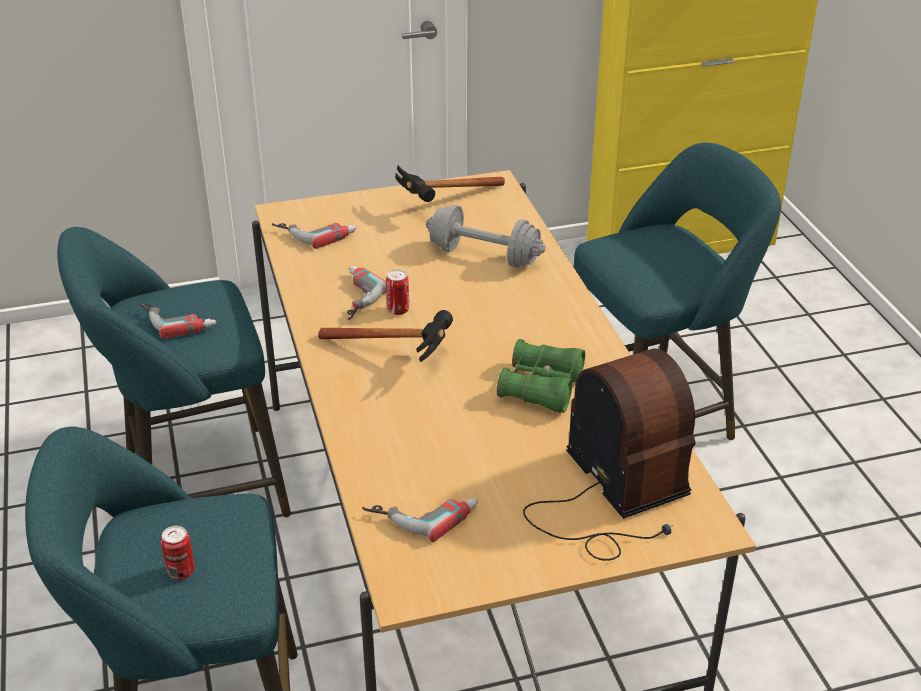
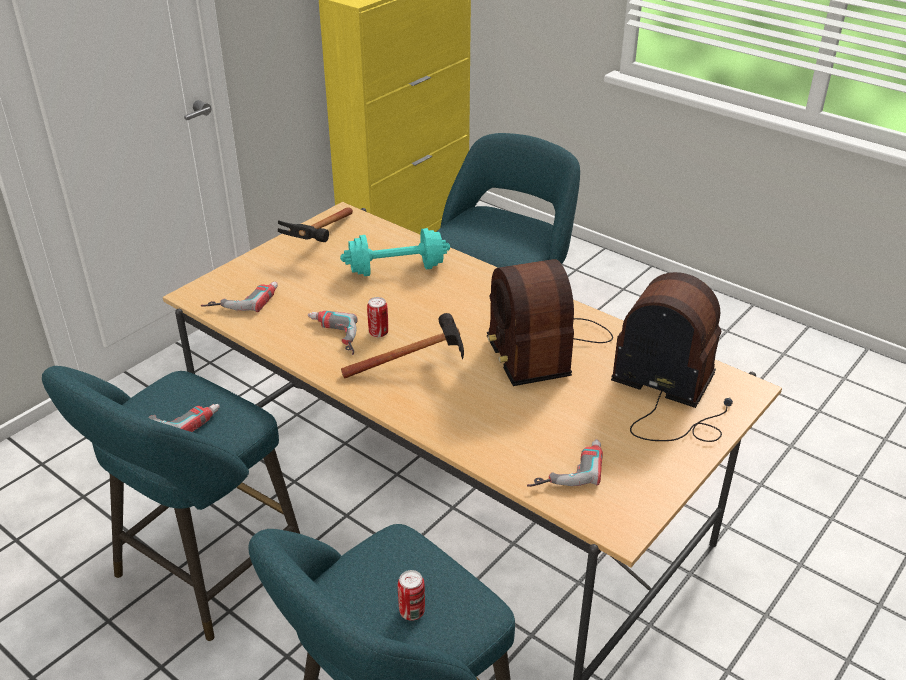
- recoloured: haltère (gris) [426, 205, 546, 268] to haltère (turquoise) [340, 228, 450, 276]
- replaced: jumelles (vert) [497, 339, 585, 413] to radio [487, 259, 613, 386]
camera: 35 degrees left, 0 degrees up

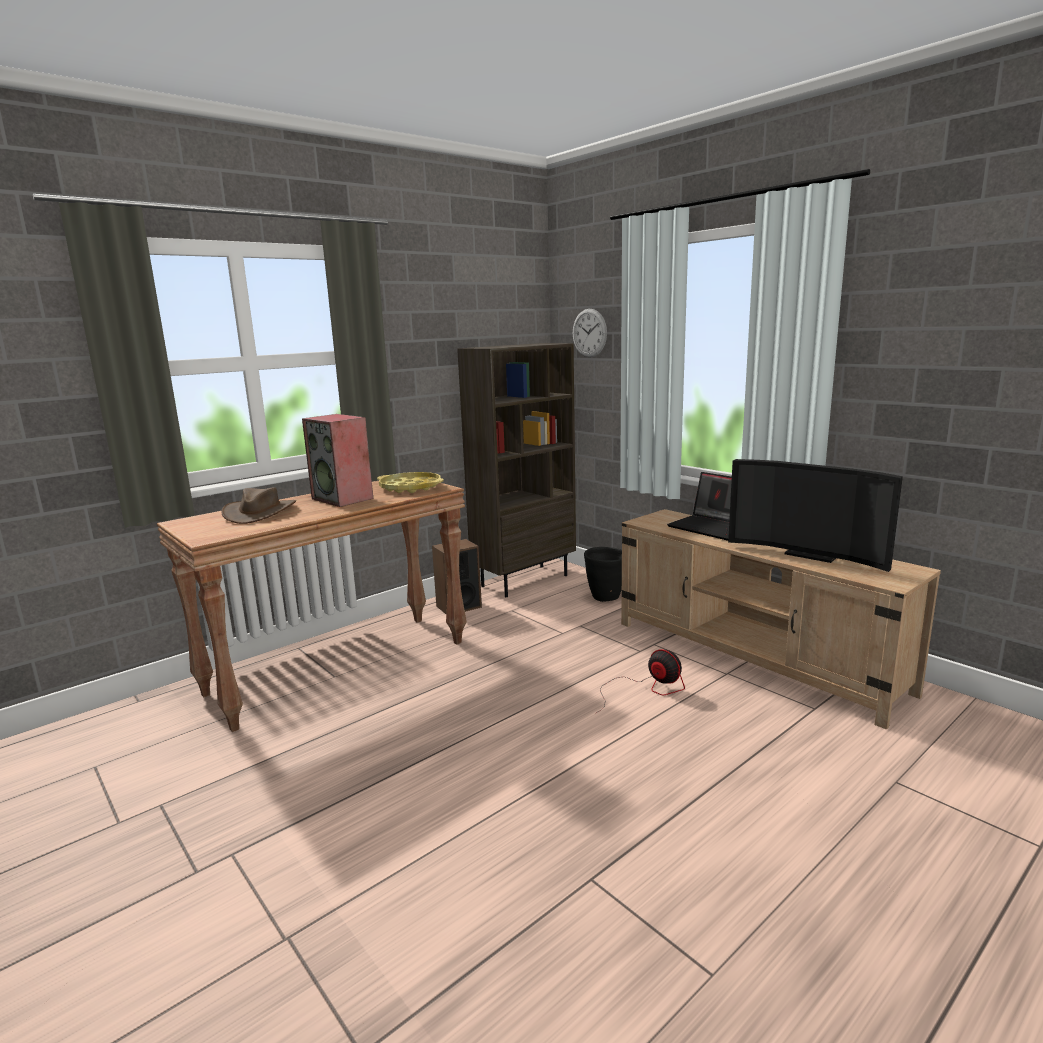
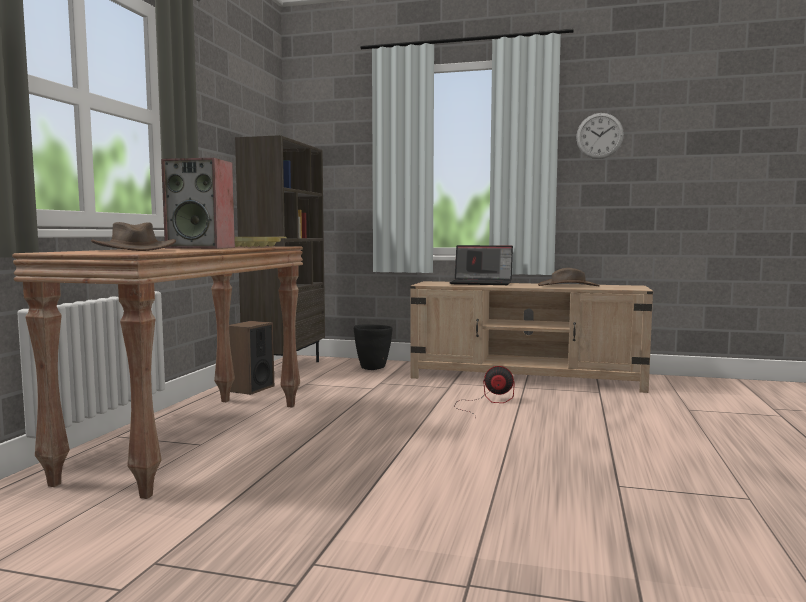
- moved: horloge murale [573, 309, 607, 357] to [576, 113, 624, 159]
- replaced: téléviseur [728, 459, 903, 572] to chapeau (marron) [538, 268, 600, 286]
camera: 35 degrees left, 10 degrees down

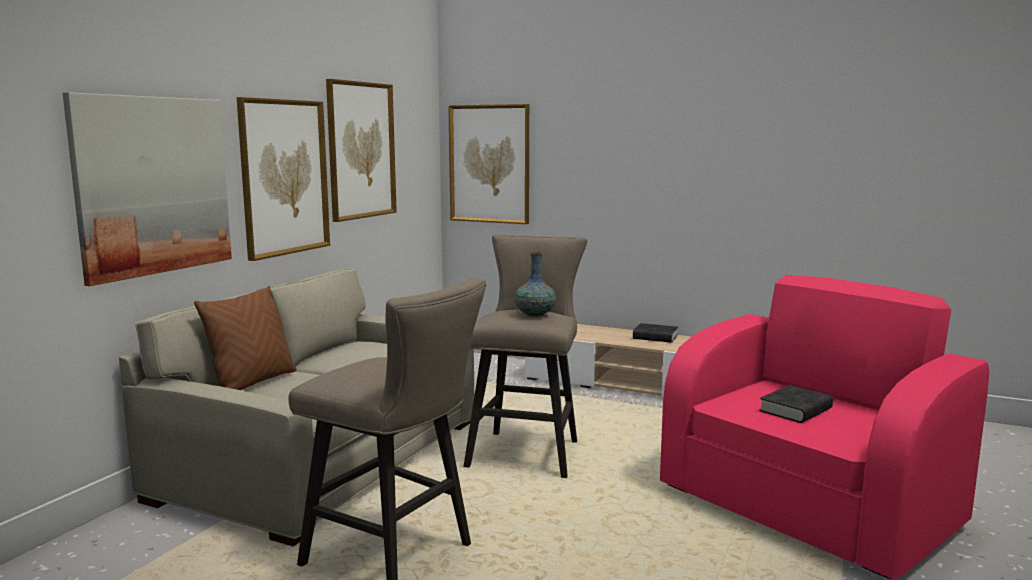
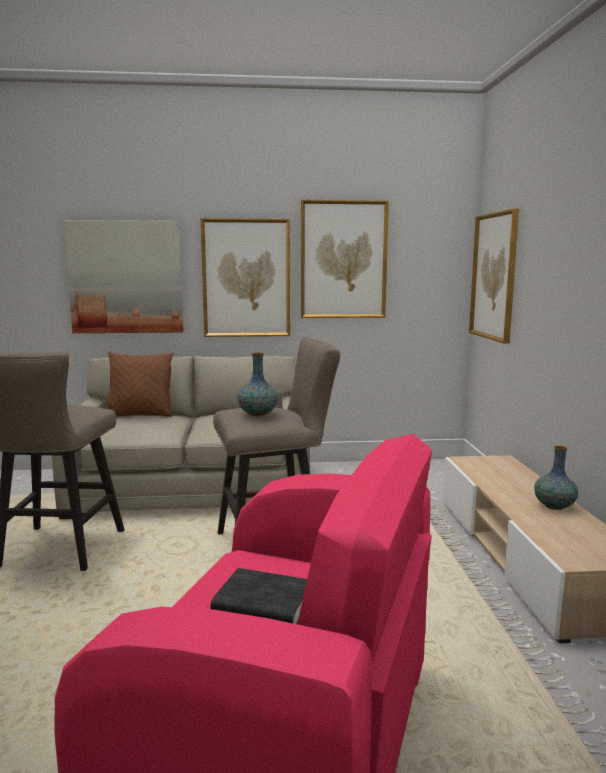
- replaced: livre (noir) [633, 323, 678, 343] to vase [534, 446, 578, 510]
camera: 60 degrees right, 0 degrees up

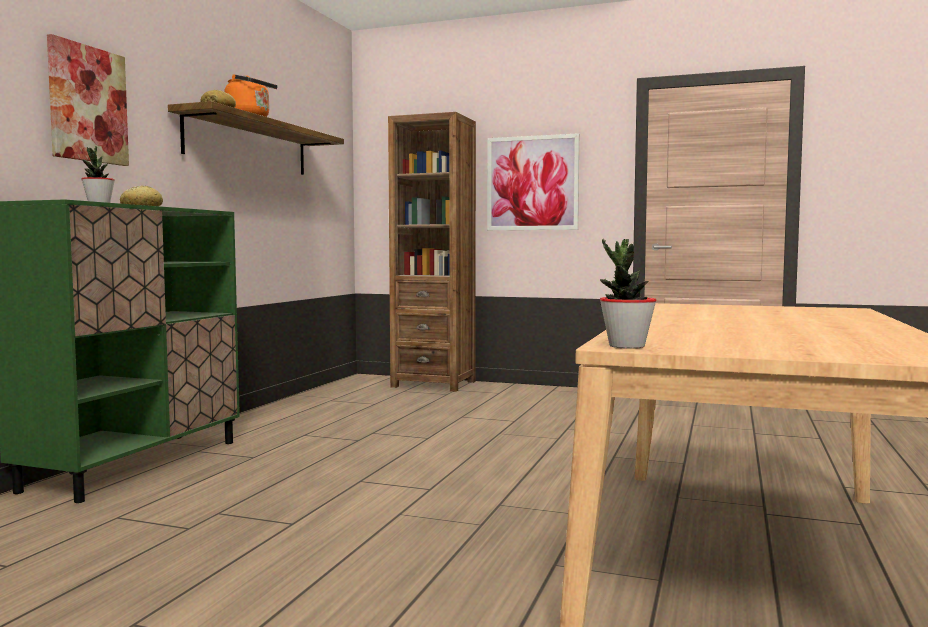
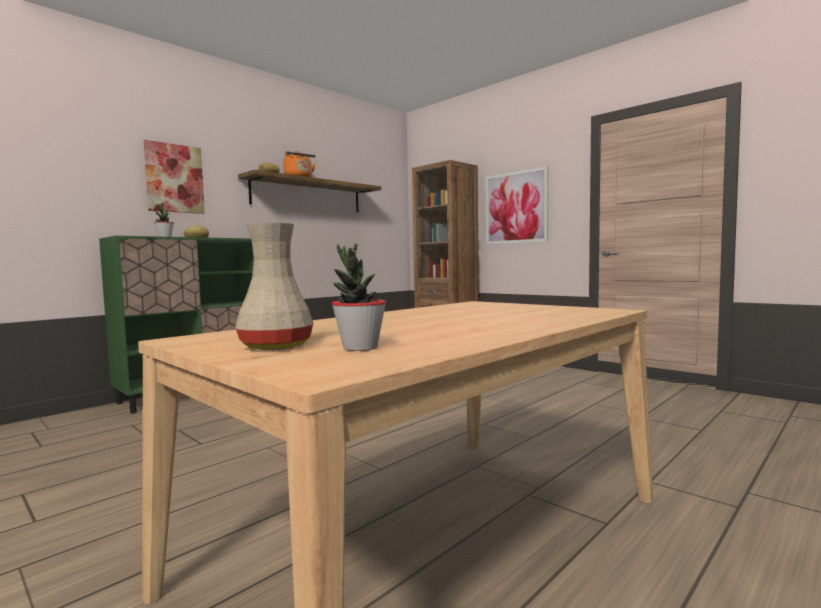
- moved: plante en pot [600, 239, 656, 349] to [332, 243, 386, 351]
- added: vase (beige) [235, 223, 313, 350]
camera: 25 degrees right, 0 degrees up

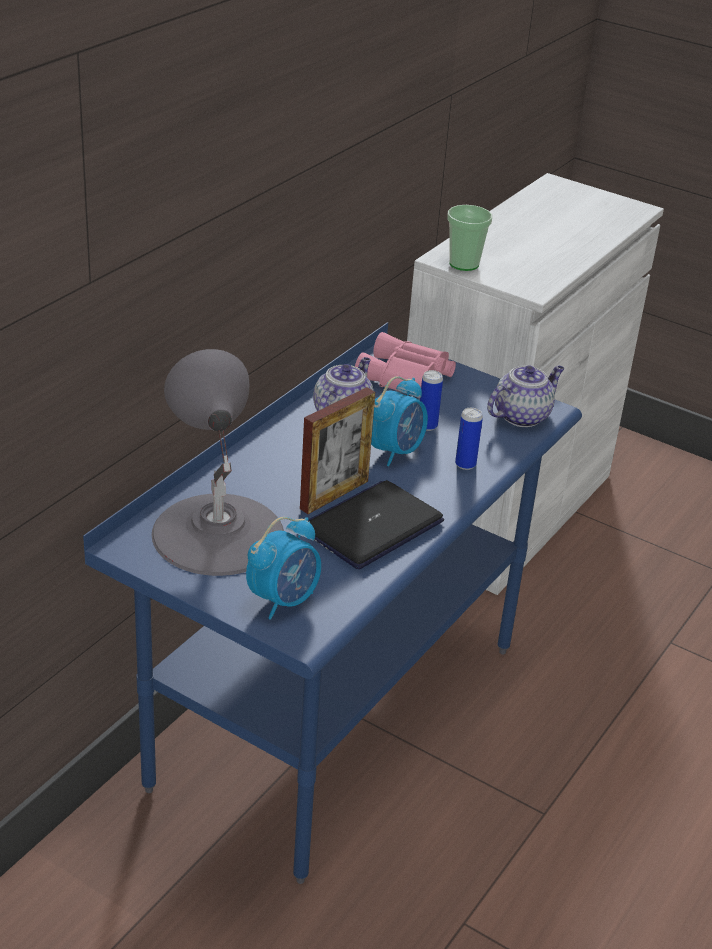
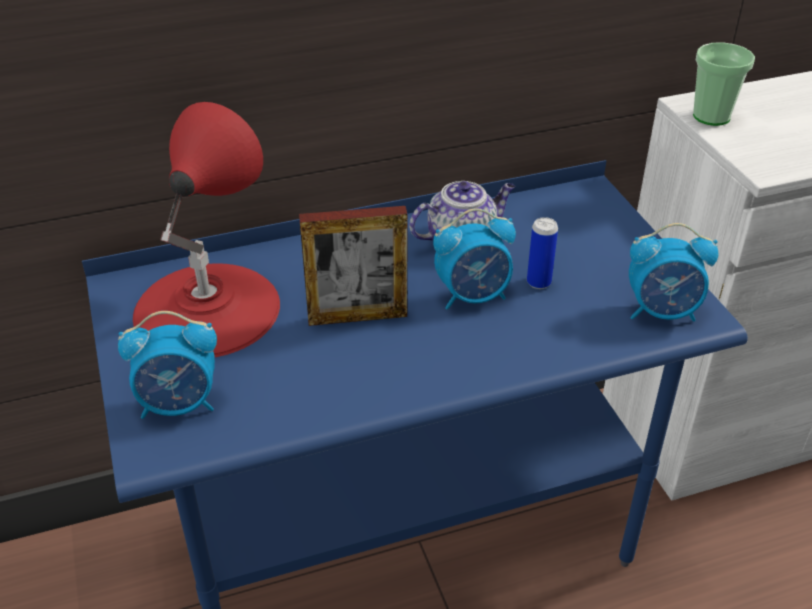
- recoloured: lampe de table (gris) [152, 349, 284, 576] to lampe de table (rouge) [133, 102, 280, 357]
- removed: ordinateur portable [308, 480, 444, 569]
- removed: jumelles (rose) [355, 332, 456, 398]
- removed: boîte métallique [455, 408, 483, 470]
- replaced: théière [487, 365, 565, 427] to réveil [629, 223, 718, 322]
camera: 40 degrees right, 5 degrees up

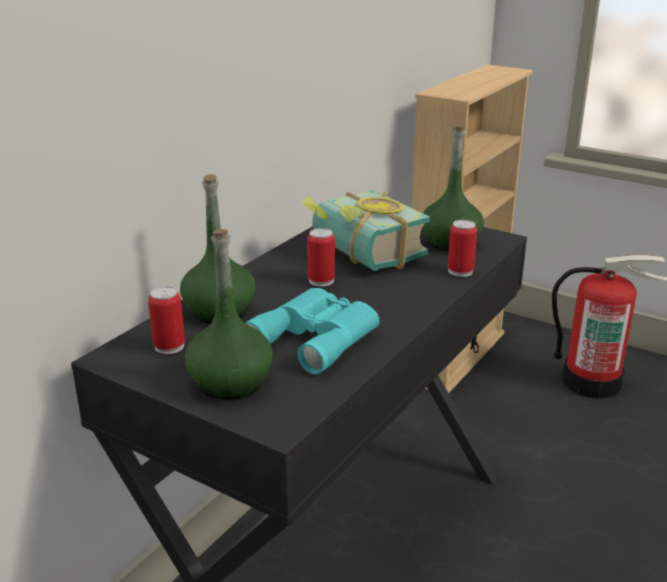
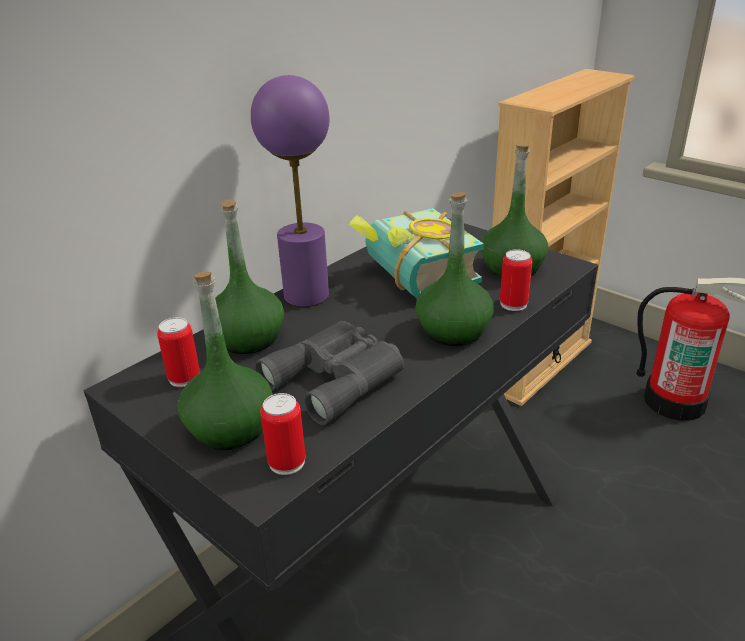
- recoloured: jumelles (turquoise) [245, 288, 380, 375] to jumelles (gris) [254, 321, 404, 425]
- moved: boîte métallique [307, 228, 335, 287] to [260, 393, 306, 475]
- added: lampe de table (violet) [251, 75, 330, 307]
- added: bouteille (vert) [415, 192, 494, 346]
camera: 10 degrees right, 5 degrees up

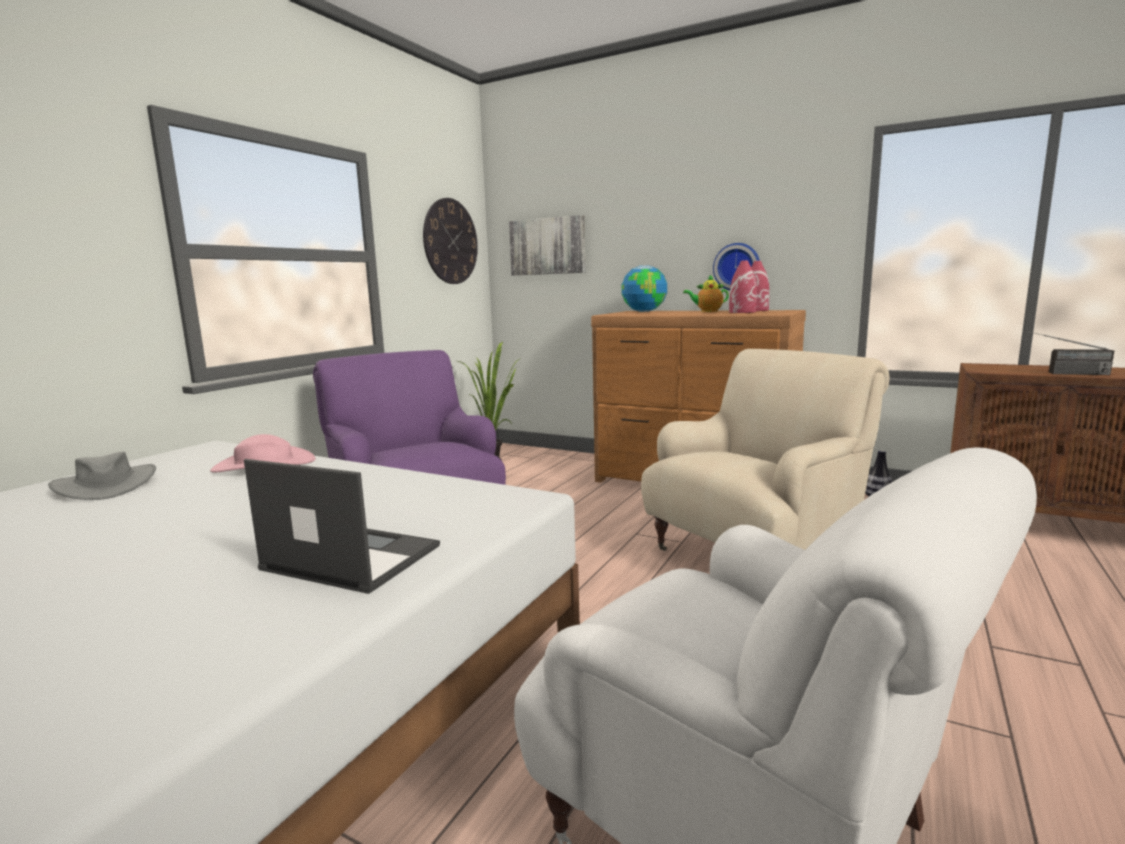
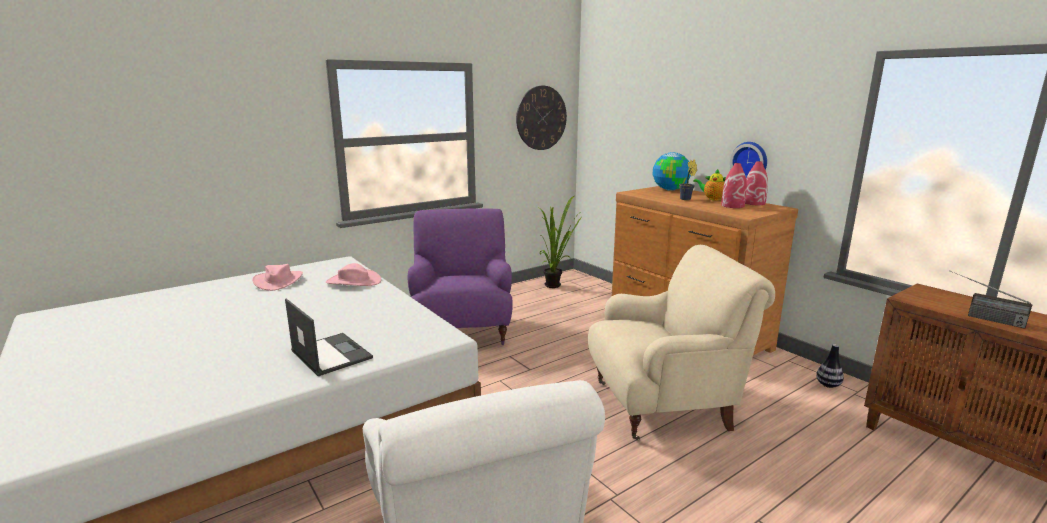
- recoloured: chapeau (gris) [48, 451, 156, 500] to chapeau (rose) [252, 264, 303, 291]
- removed: tableau [509, 215, 585, 275]
- added: plante en pot [679, 159, 697, 200]
camera: 25 degrees right, 5 degrees up

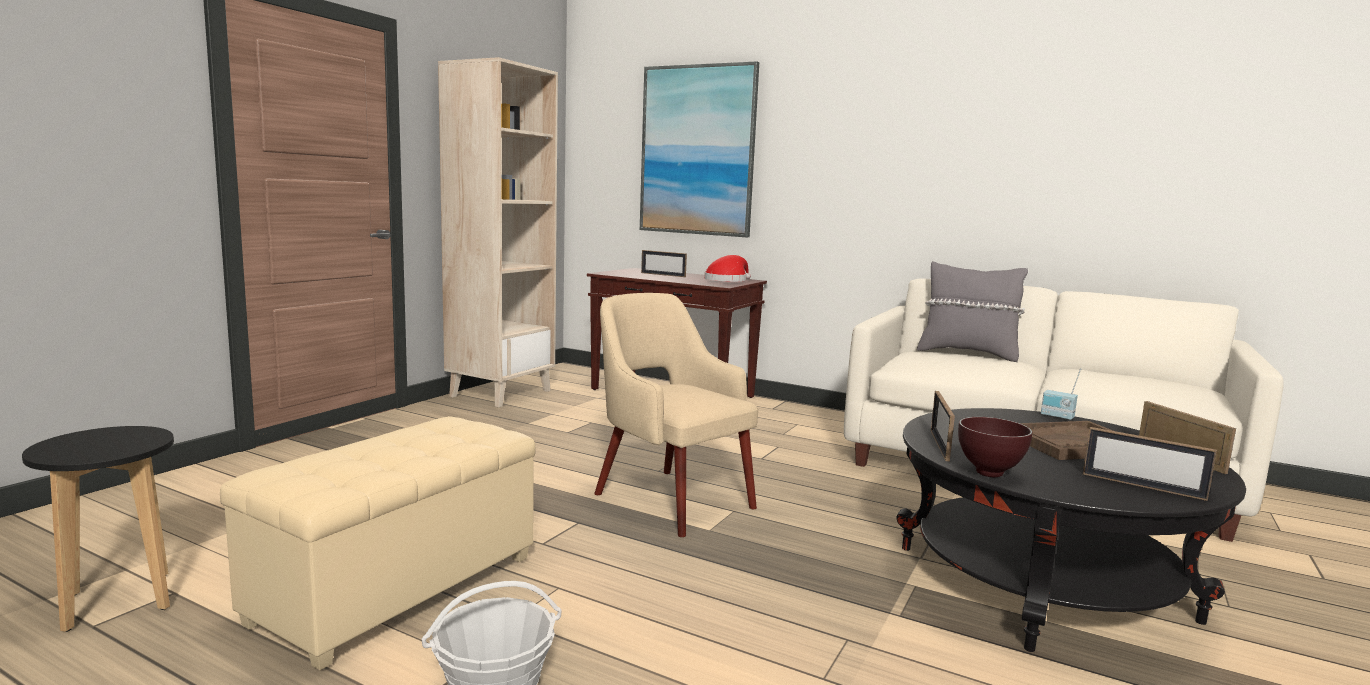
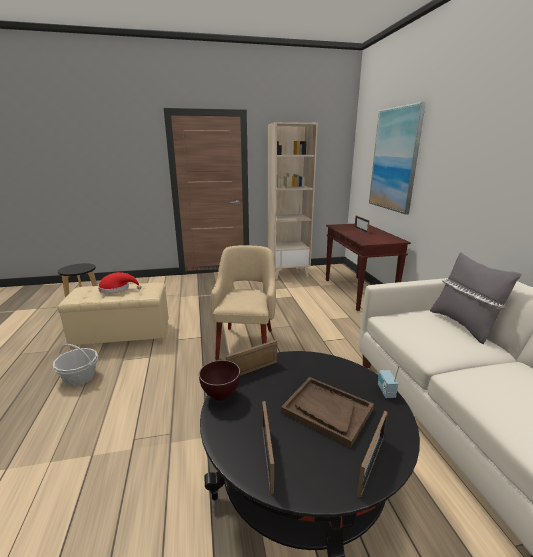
- moved: chapeau (rouge) [705, 255, 751, 282] to [98, 272, 141, 293]
camera: 50 degrees right, 10 degrees up

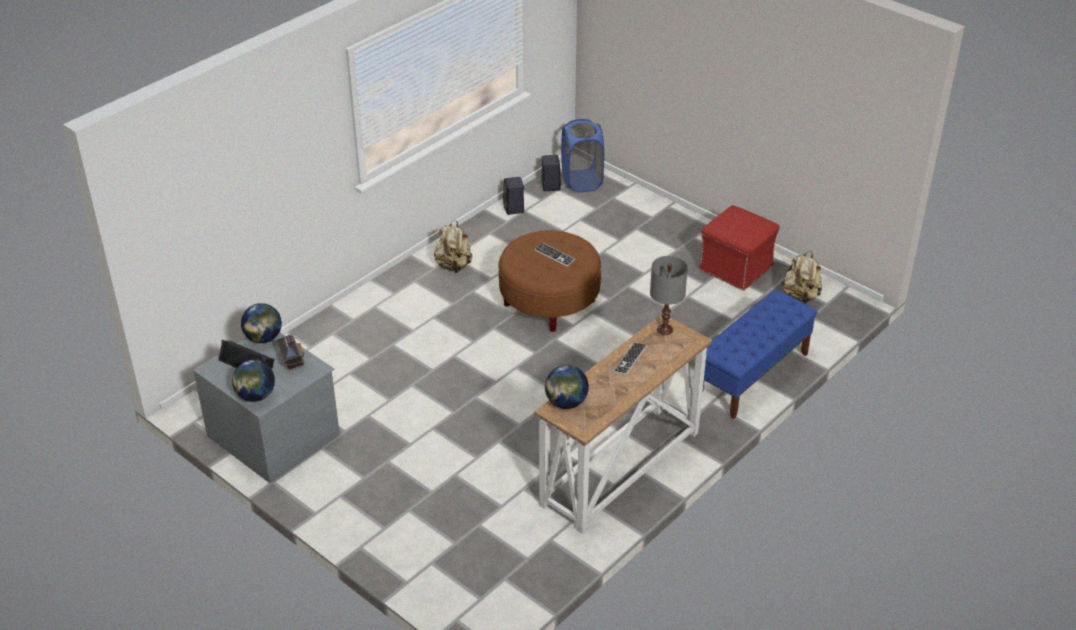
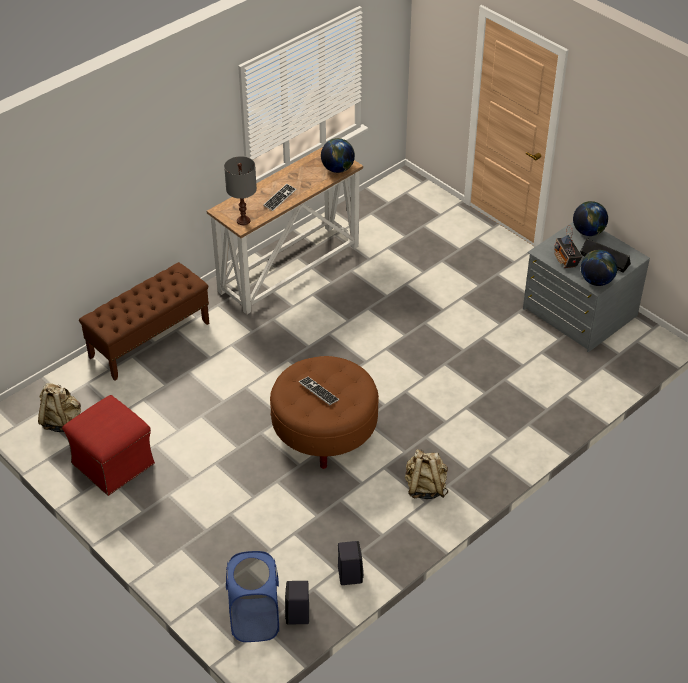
- recoloured: banc (bleu) [703, 290, 817, 419] to banc (marron) [79, 262, 209, 381]
camera: 175 degrees left, 5 degrees up

